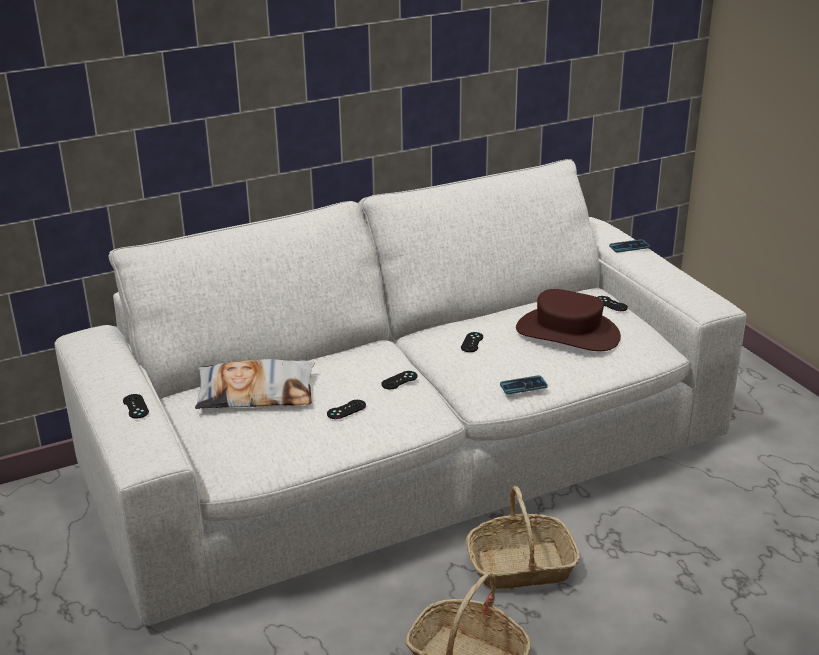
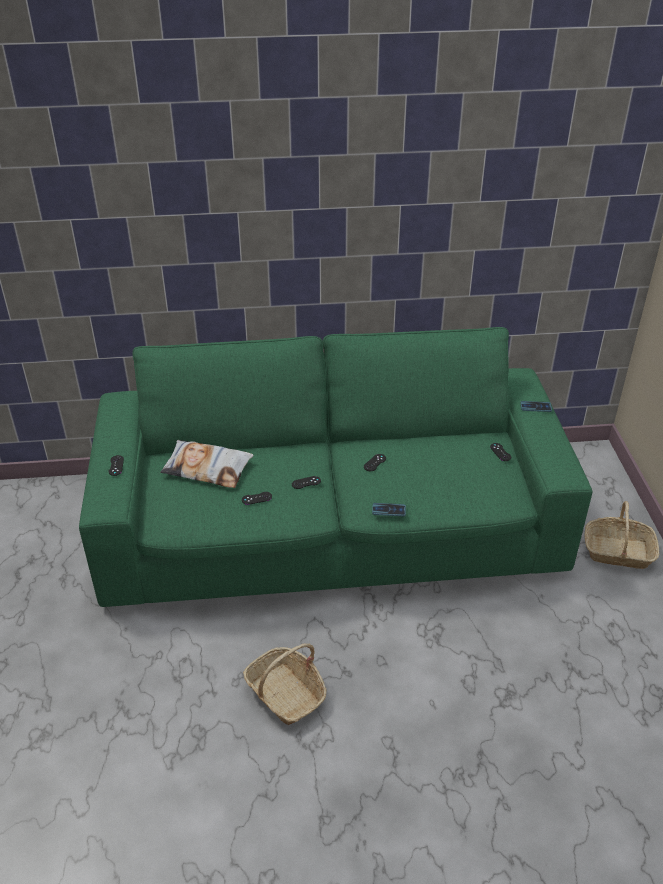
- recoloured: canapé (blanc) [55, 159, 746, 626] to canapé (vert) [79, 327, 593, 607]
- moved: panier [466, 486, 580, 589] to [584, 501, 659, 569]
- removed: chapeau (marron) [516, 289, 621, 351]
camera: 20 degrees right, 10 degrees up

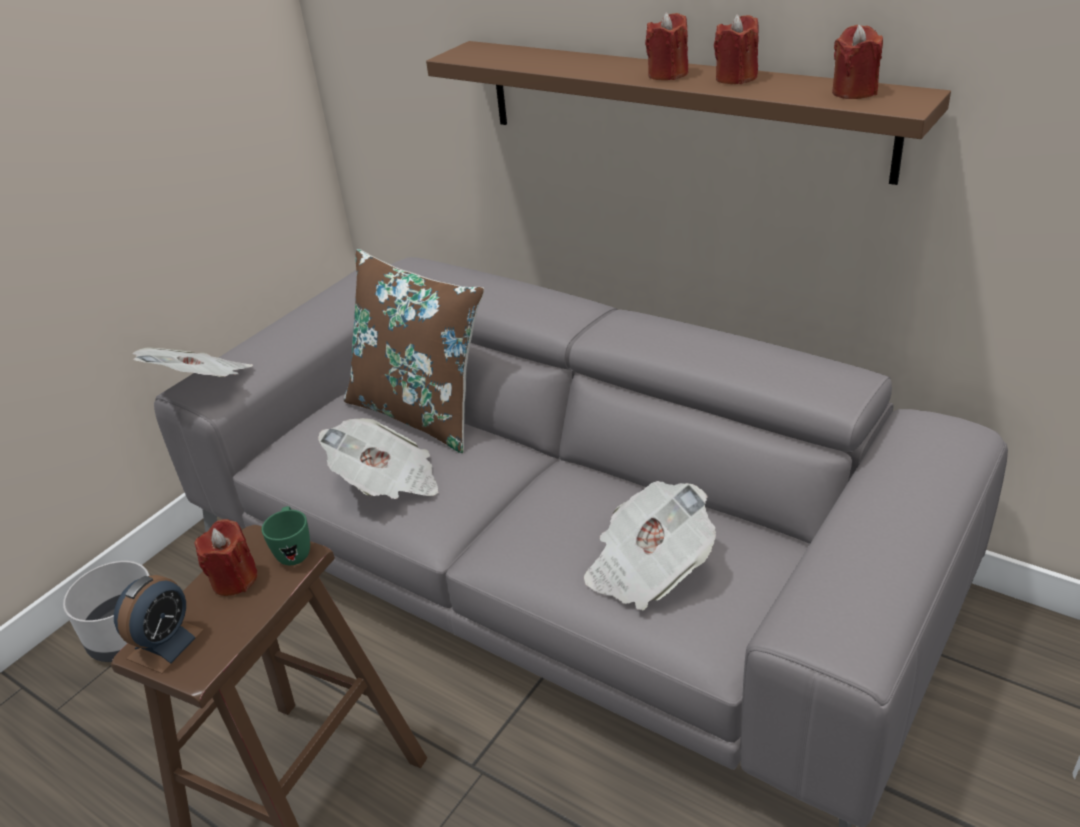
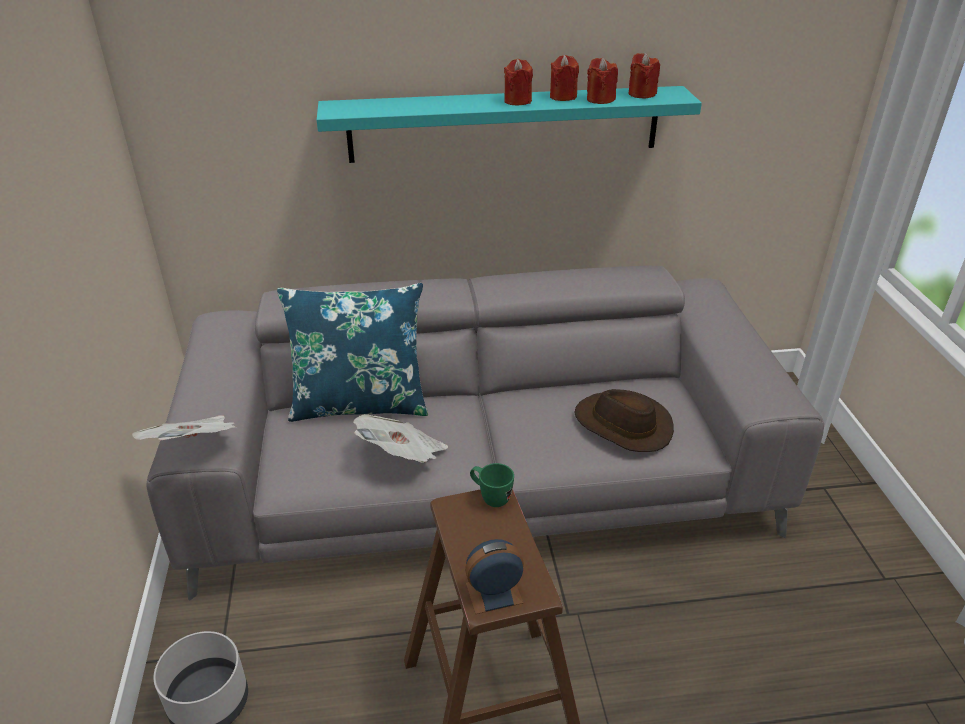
- turned: réveil [114, 575, 204, 674] = [465, 539, 524, 614] 90 degrees counterclockwise
- moved: bougie (rouge) [194, 519, 258, 596] to [587, 58, 618, 104]
- recoloured: coussin (marron) [344, 249, 484, 453] to coussin (bleu) [277, 283, 428, 422]
- recoloured: étagère (marron) [426, 41, 951, 185] to étagère (turquoise) [317, 86, 702, 163]
- replaced: journal [584, 481, 716, 610] to chapeau (marron) [574, 389, 674, 452]
camera: 45 degrees left, 0 degrees up

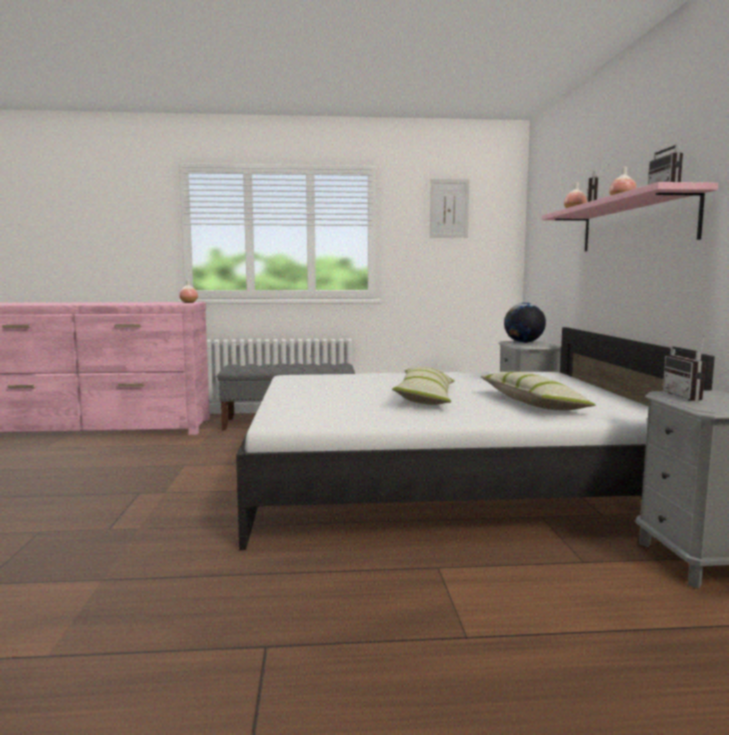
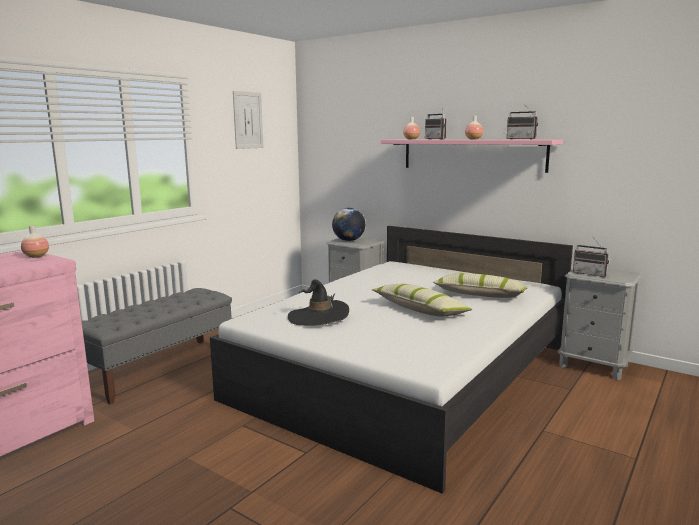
- added: chapeau (noir) [288, 279, 349, 325]
camera: 50 degrees left, 5 degrees up

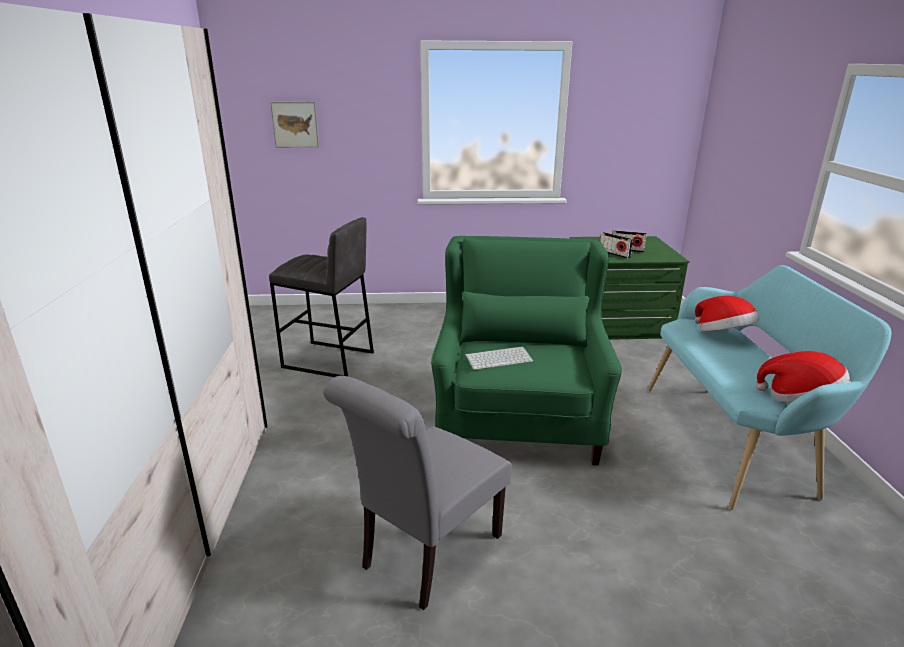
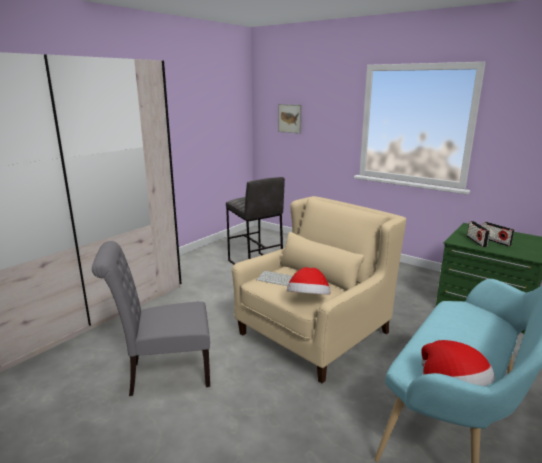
- recoloured: fauteuil (vert) [431, 236, 622, 465] to fauteuil (beige) [232, 196, 406, 383]
- moved: chapeau [695, 296, 759, 331] to [287, 267, 330, 295]
camera: 40 degrees right, 5 degrees down

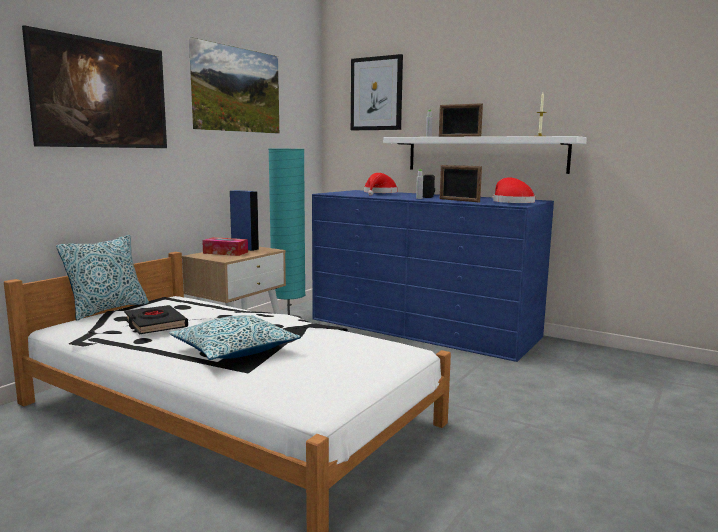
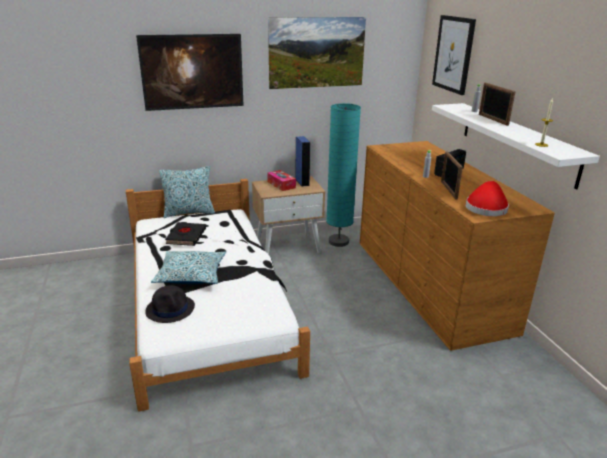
- recoloured: commode (bleu) [312, 190, 554, 362] to commode (marron) [360, 141, 555, 351]
- removed: chapeau (rouge) [364, 173, 397, 196]
- added: chapeau (noir) [146, 285, 195, 323]
camera: 40 degrees right, 15 degrees up

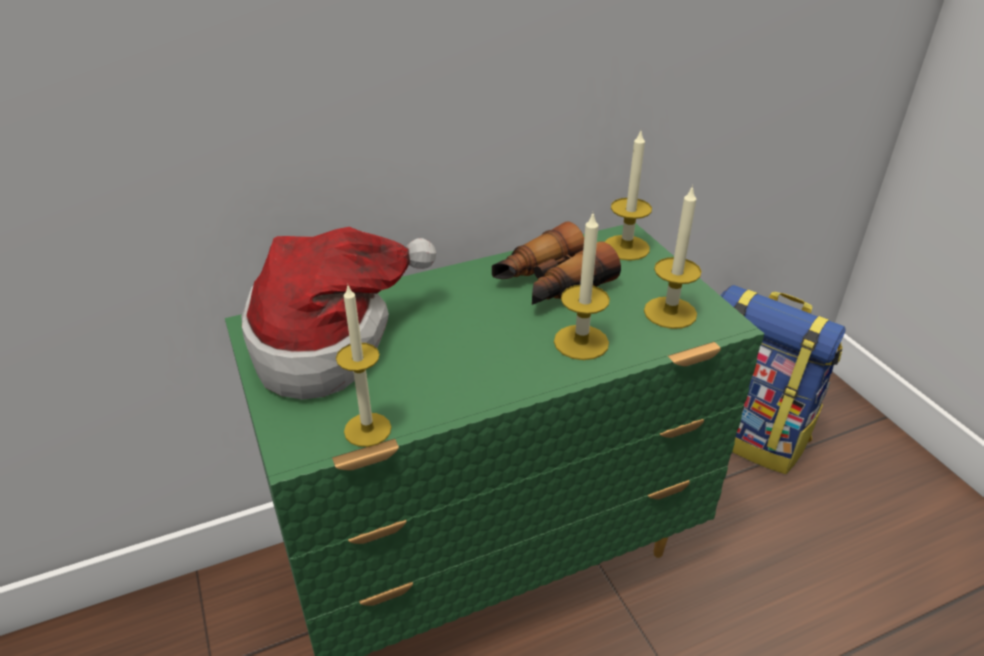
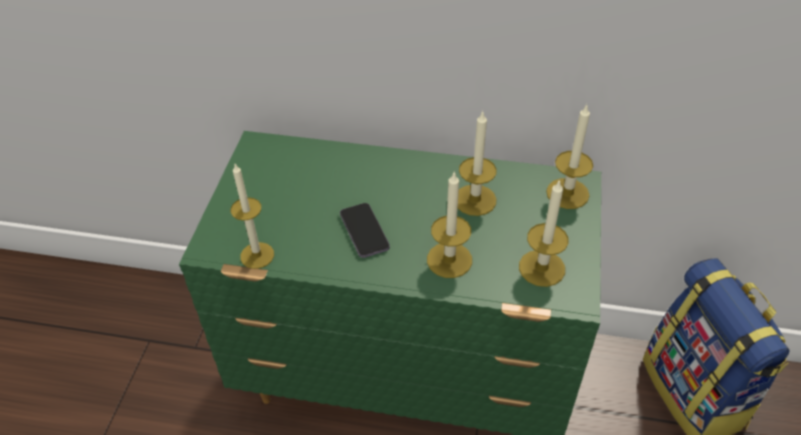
- removed: chapeau [241, 227, 436, 400]
- replaced: jumelles [492, 222, 621, 305] to bougie [458, 110, 497, 216]
- added: téléphone [340, 203, 390, 258]
camera: 35 degrees right, 10 degrees up

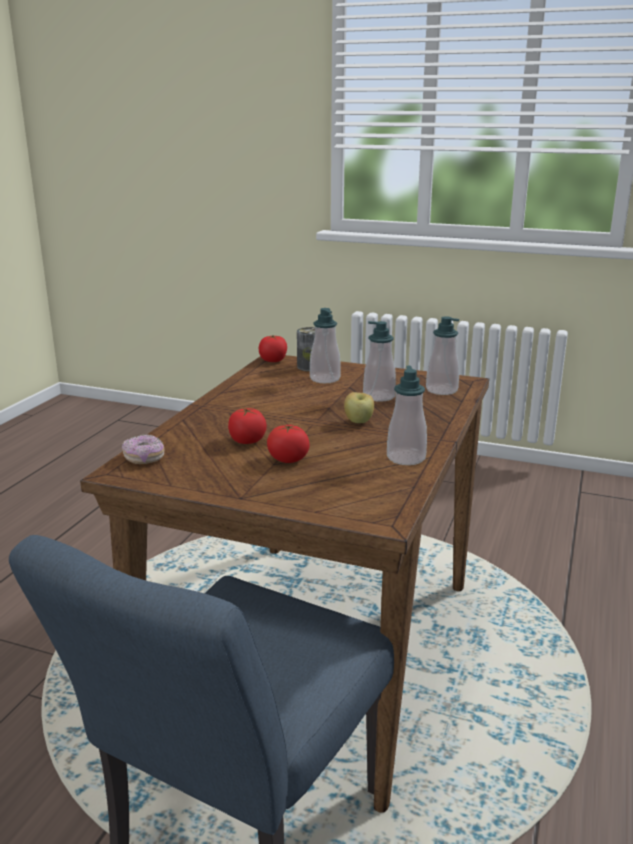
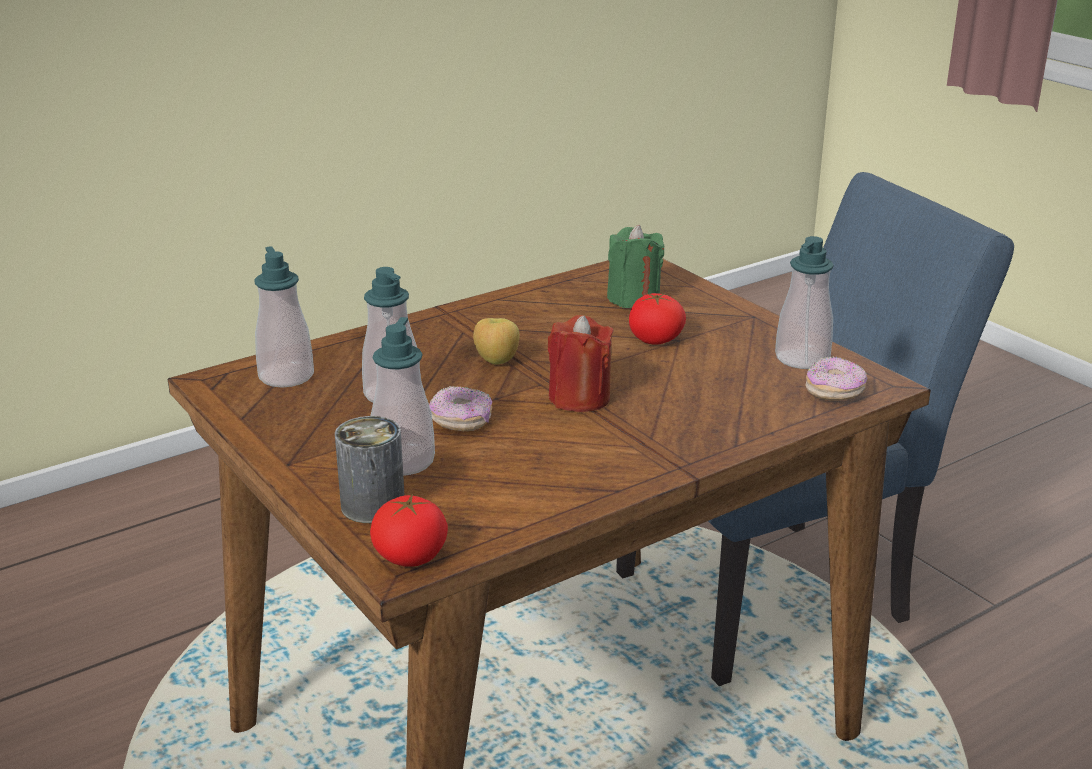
- removed: tomate [228, 408, 267, 444]
- moved: distributeur de savon [387, 366, 427, 465] to [775, 236, 834, 369]
- added: beignet [429, 386, 492, 431]
- added: bougie (rouge) [548, 315, 614, 412]
- added: bougie (vert) [607, 225, 665, 308]
camera: 145 degrees left, 5 degrees up

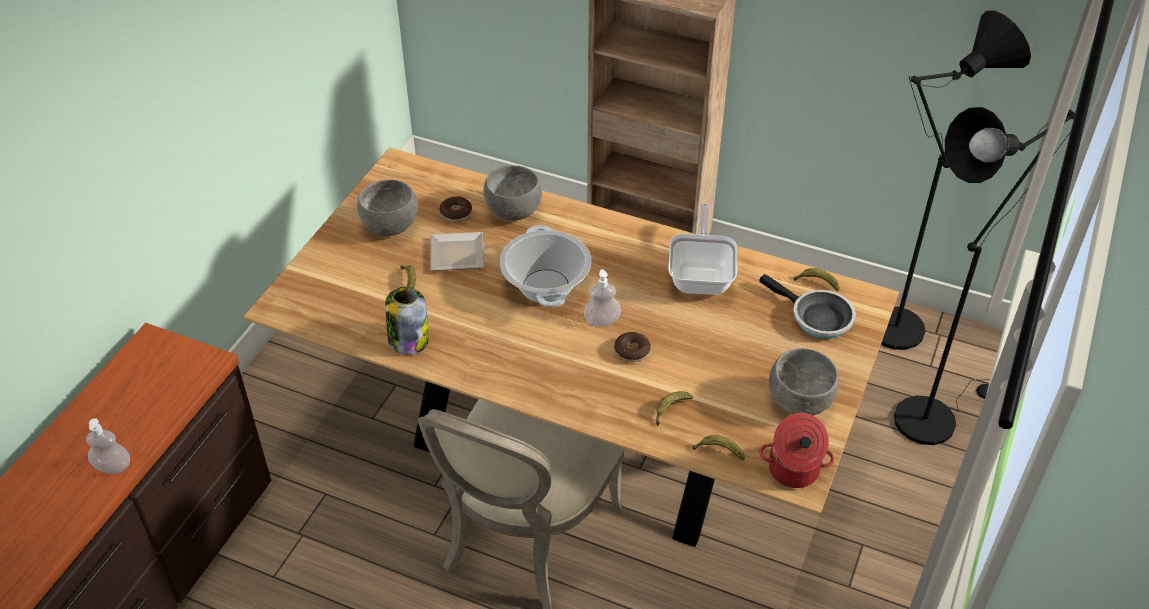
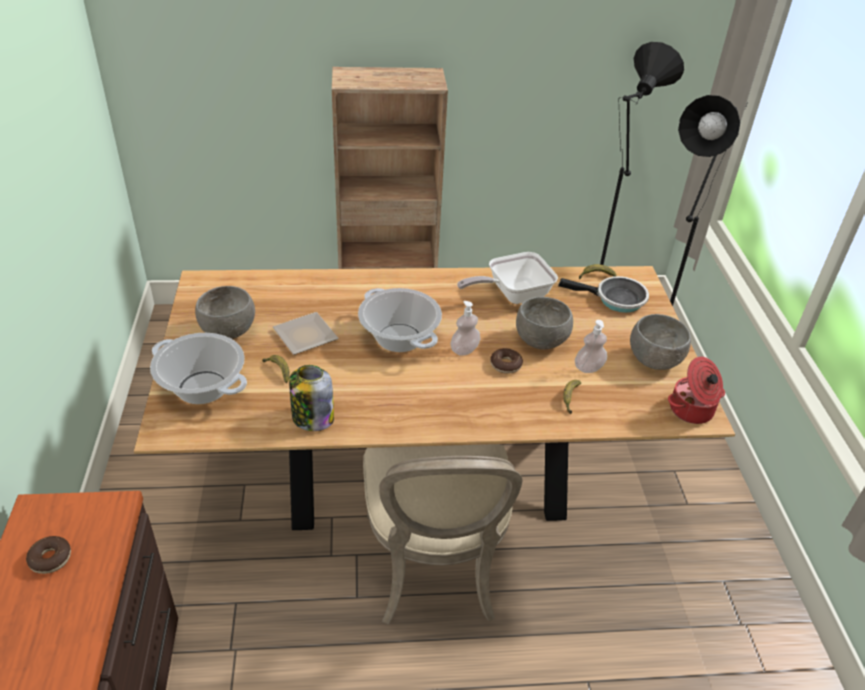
- moved: distributeur de savon [86, 418, 130, 474] to [575, 320, 607, 373]
- moved: beignet [439, 196, 472, 222] to [26, 536, 71, 574]
- moved: bol (gris) [484, 165, 542, 220] to [516, 297, 573, 350]
- turned: poêle [668, 203, 737, 295] = [457, 252, 558, 304] 90 degrees counterclockwise
- removed: banane [693, 435, 745, 461]
- added: marmite [150, 333, 247, 404]
camera: 30 degrees left, 5 degrees down

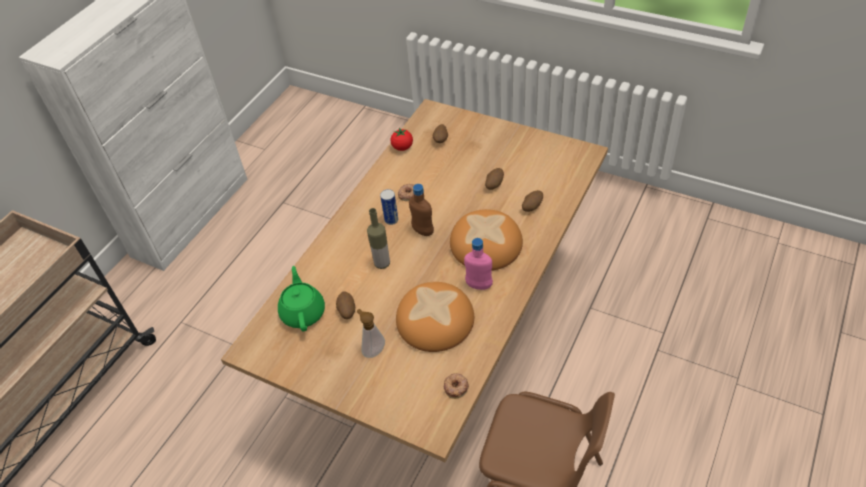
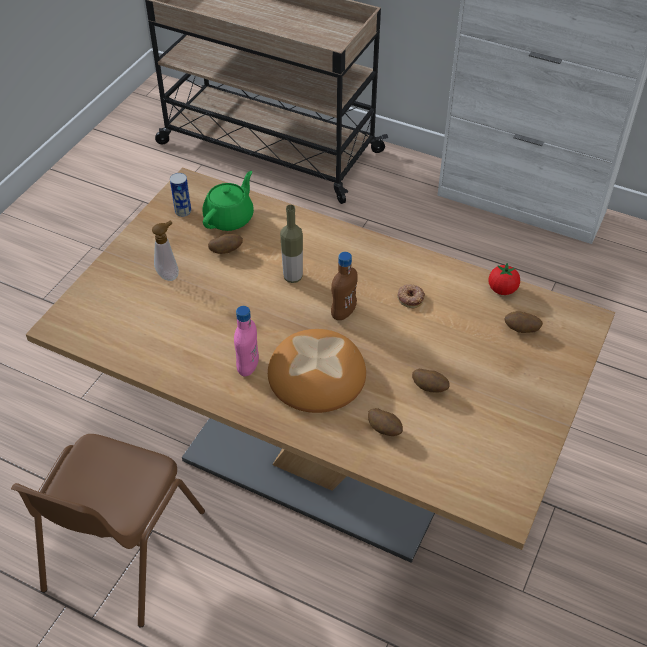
- turned: théière (vert) [278, 266, 325, 331] = [203, 171, 254, 231] 45 degrees counterclockwise
- moved: boîte métallique [380, 189, 398, 225] to [170, 173, 191, 217]
- removed: pain [396, 282, 474, 352]
- removed: beignet [444, 373, 469, 399]
camera: 85 degrees right, 0 degrees up

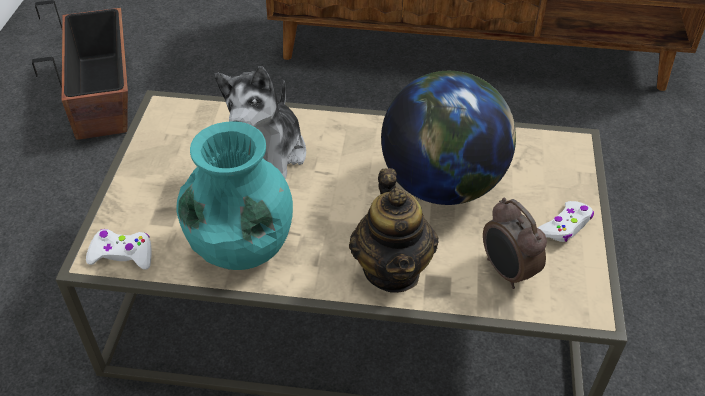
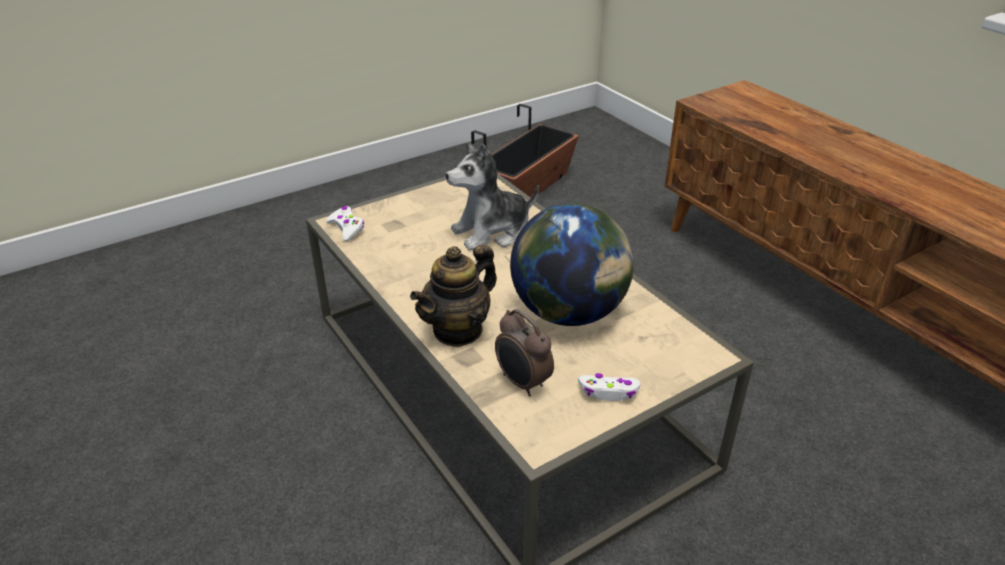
- removed: vase (turquoise) [176, 121, 293, 270]
- turned: réveil [483, 197, 547, 289] = [495, 309, 554, 397] 60 degrees counterclockwise
camera: 50 degrees right, 10 degrees down

